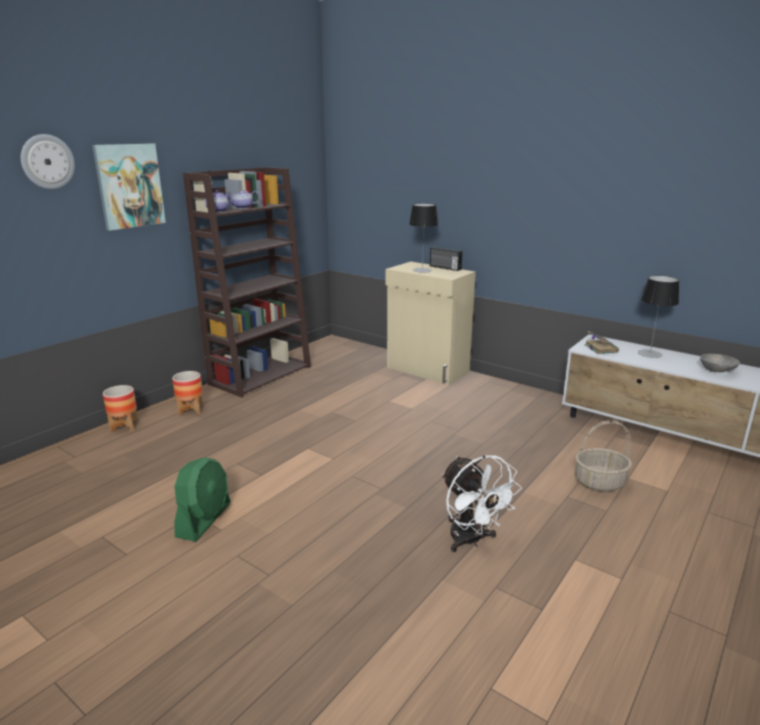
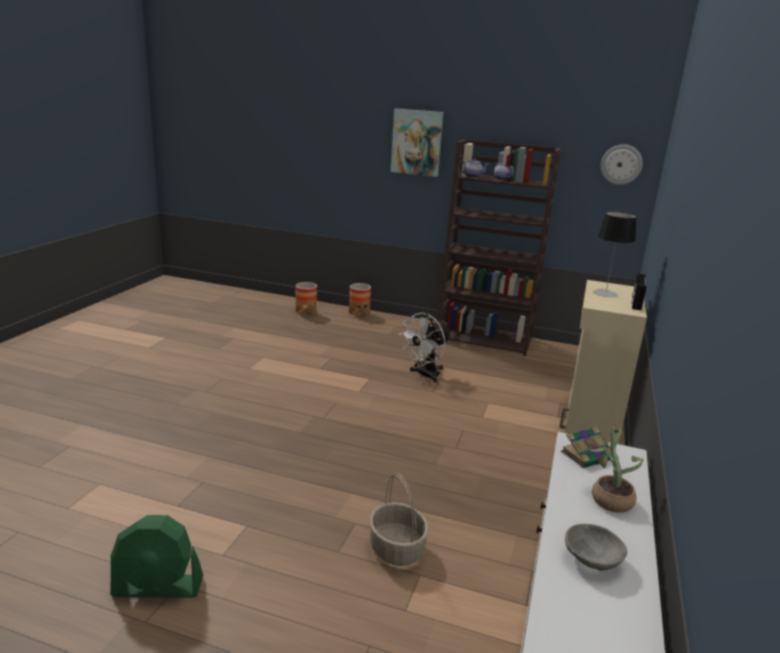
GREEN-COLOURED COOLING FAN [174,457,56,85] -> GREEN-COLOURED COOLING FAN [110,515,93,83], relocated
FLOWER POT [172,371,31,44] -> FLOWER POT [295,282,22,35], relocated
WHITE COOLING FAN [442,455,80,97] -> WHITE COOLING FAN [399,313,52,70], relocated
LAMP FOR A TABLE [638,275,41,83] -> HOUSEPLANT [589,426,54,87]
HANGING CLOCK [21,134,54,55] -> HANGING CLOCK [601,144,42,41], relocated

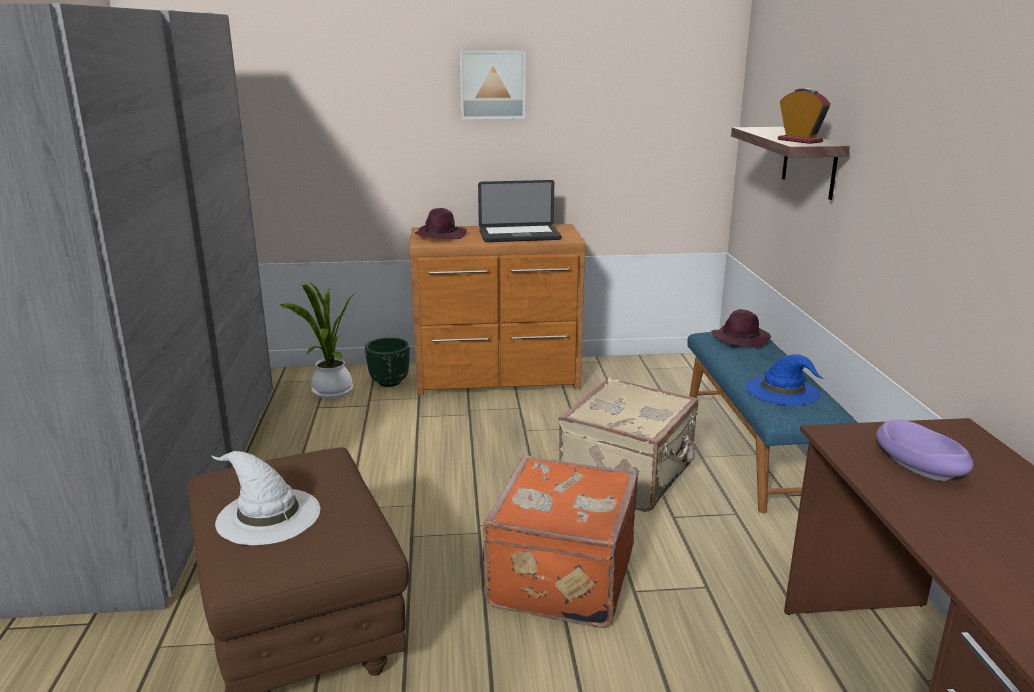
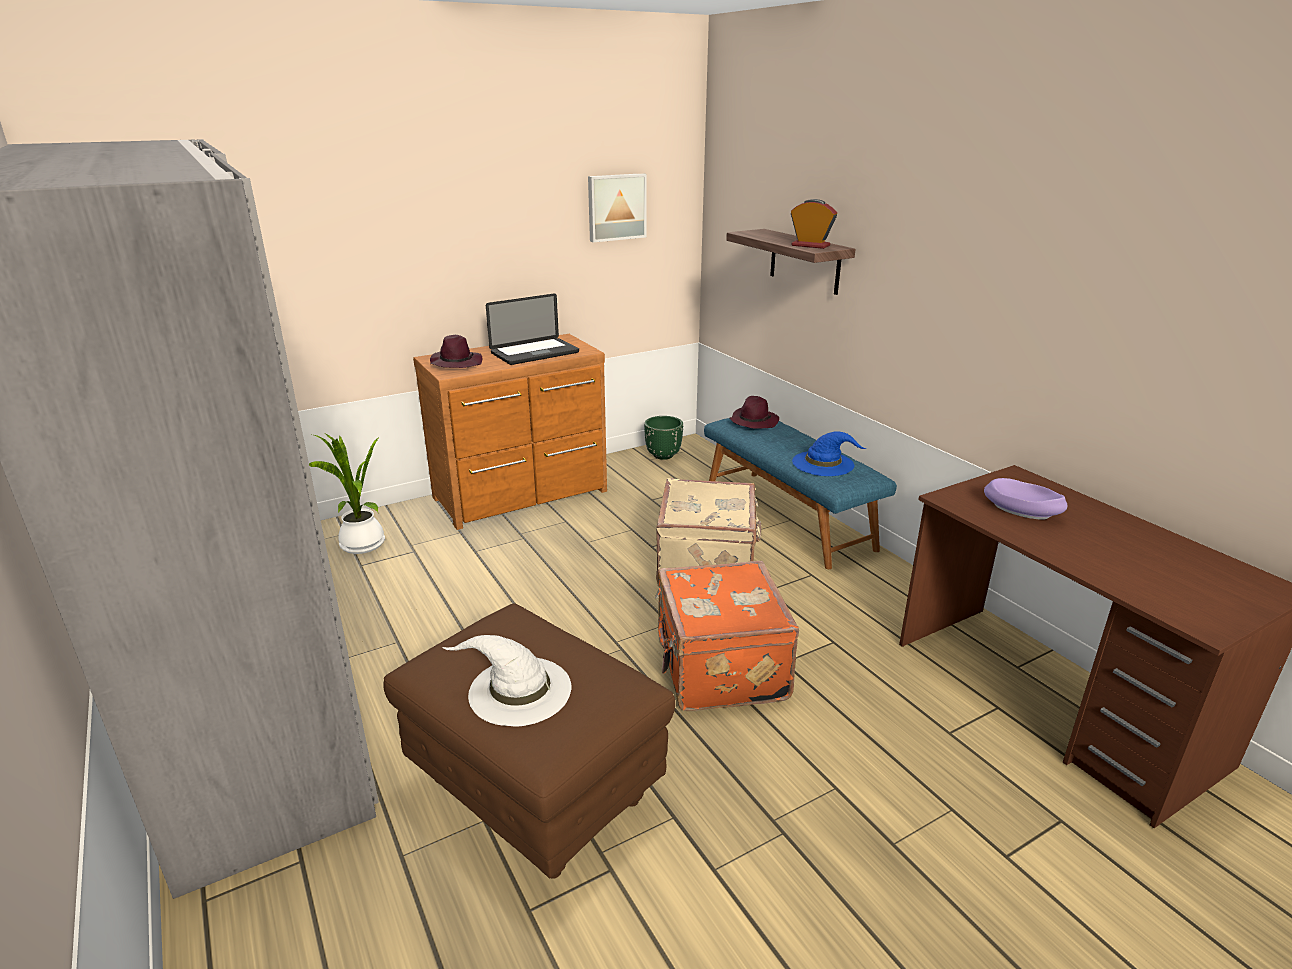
WALL ART [459,51,67,68] -> WALL ART [588,173,59,69], relocated
GREEN-COLOURED FLOWER POT [365,338,45,49] -> GREEN-COLOURED FLOWER POT [644,416,39,44], relocated

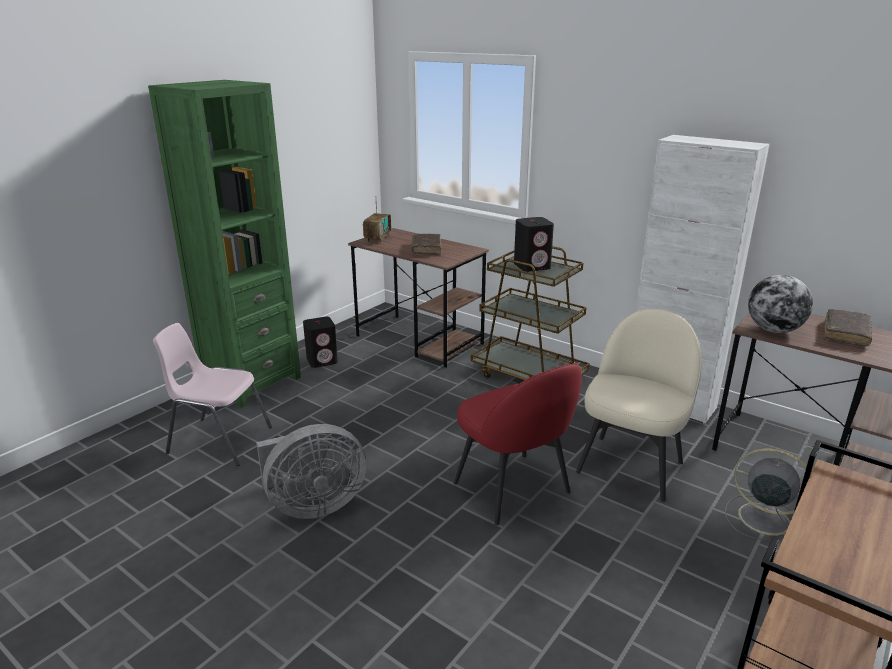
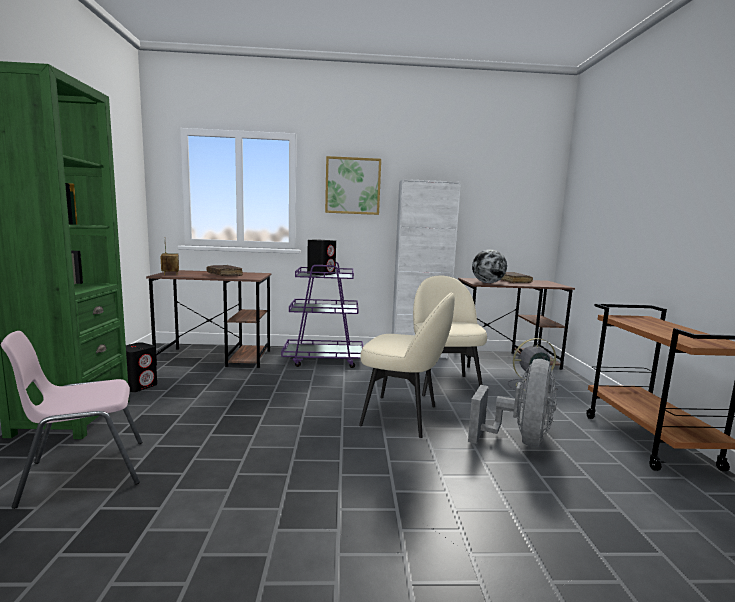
BROWNISH WHEELED CART [471,246,119,134] -> PURPLE-COLOURED WHEELED CART [281,262,82,106]
none -> WALL ART [325,156,56,59]
RED-COLOURED CHAIR [454,363,128,162] -> SAND-COLOURED CHAIR [359,292,96,146]
GRAY COOLING FAN [256,424,110,95] -> GRAY COOLING FAN [468,359,89,88], relocated

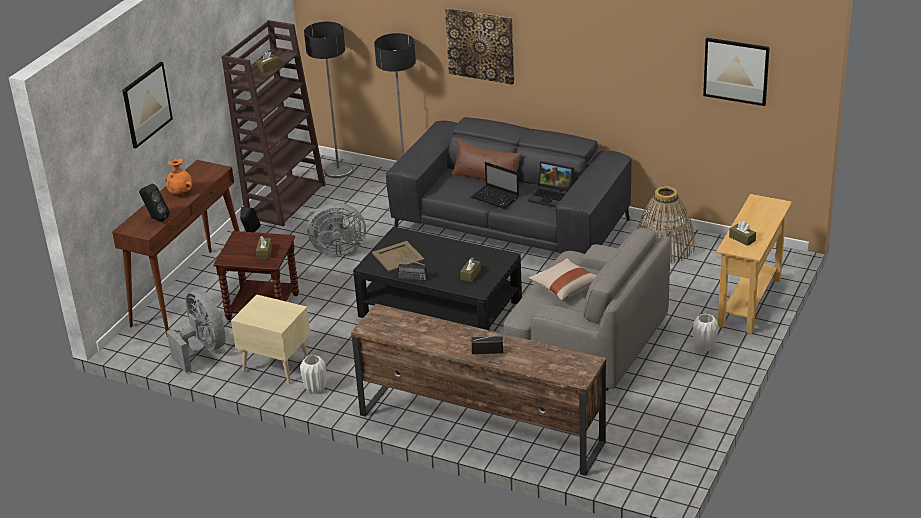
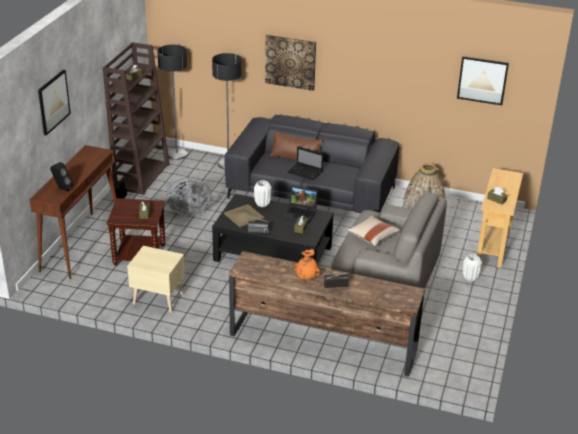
WHITE VASE [300,355,26,39] -> WHITE VASE [254,180,18,27], relocated
LAPTOP [528,161,46,46] -> LAPTOP [283,186,35,37], relocated
ORANGE VASE [165,159,27,35] -> ORANGE VASE [294,249,26,31], relocated
GRAY COOLING FAN [167,289,59,84] -> none

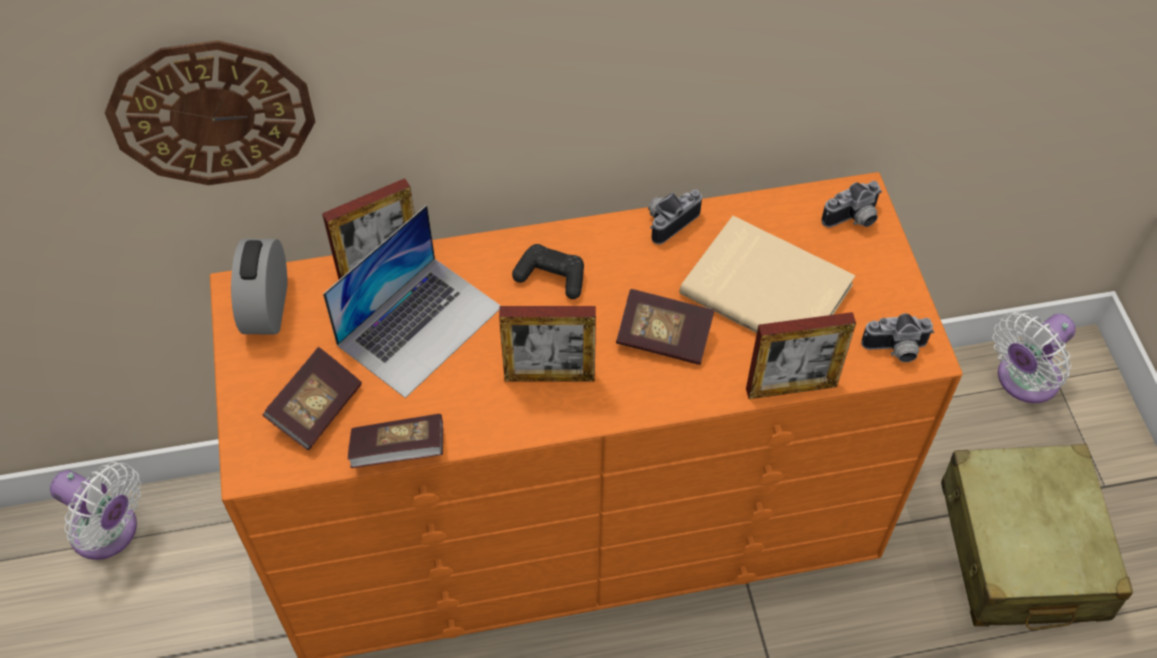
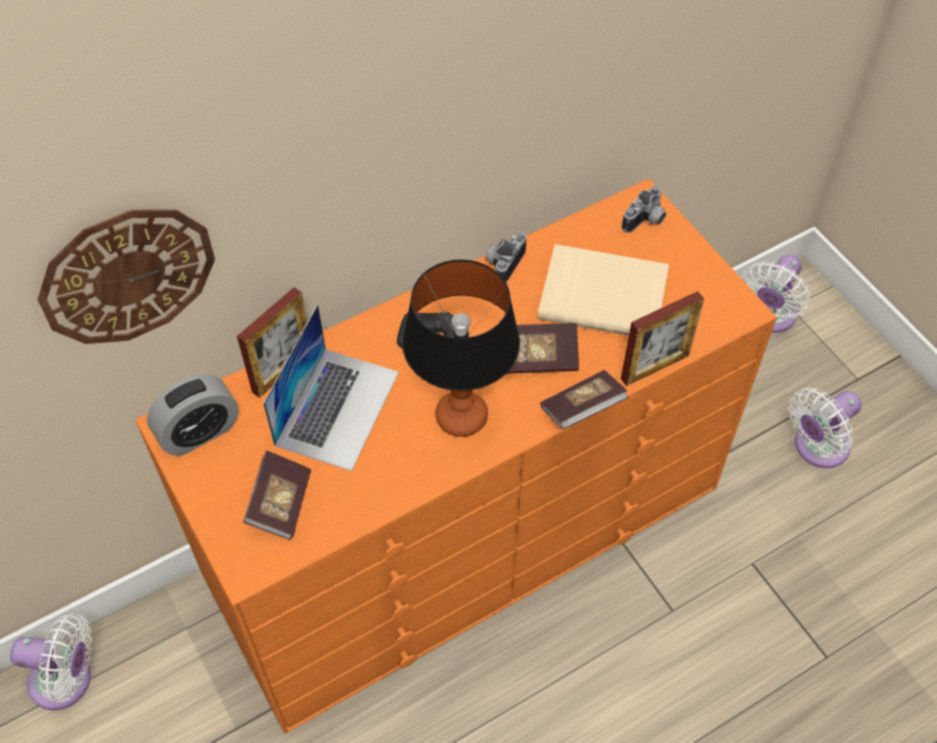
TABLE CLOCK [231,238,57,97] -> TABLE CLOCK [147,375,92,81], 105 degrees counterclockwise
STANDING FRAME [499,306,97,75] -> LAMP FOR A TABLE [402,259,118,178]
VOLUME [348,414,95,54] -> VOLUME [540,370,89,59], relocated
SAND-COLOURED SUITCASE [941,444,192,186] -> WHITE COOLING FAN [789,388,73,80]
STILL CAMERA [861,313,73,49] -> none

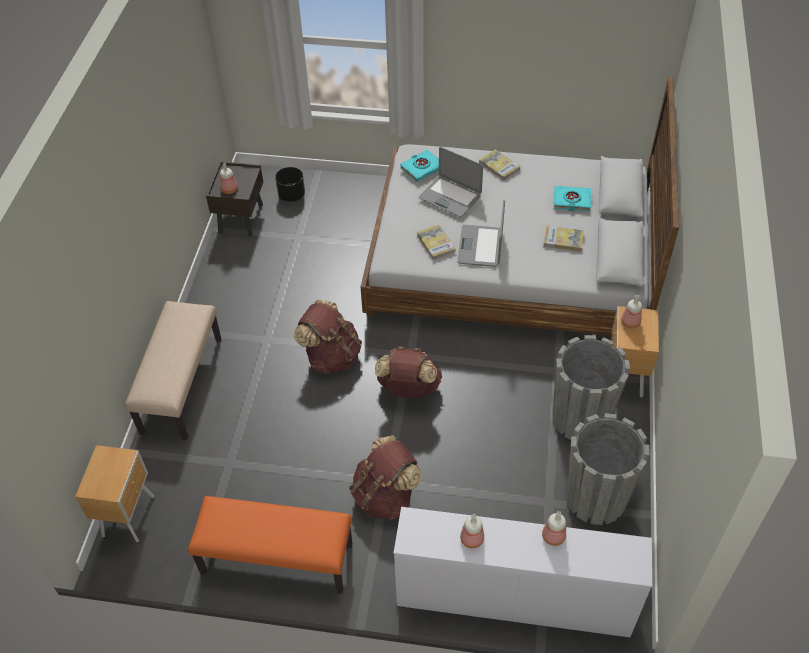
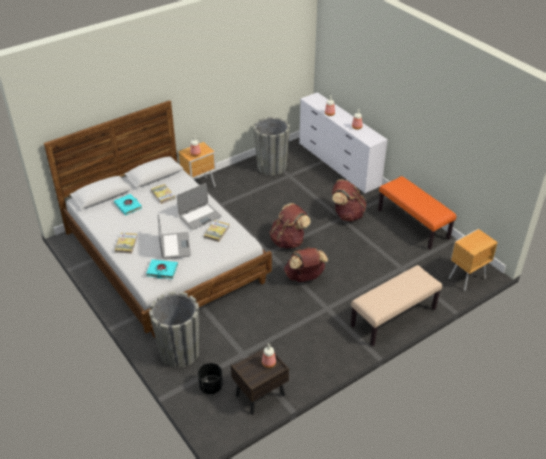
GRAY FLOWER POT [553,335,77,105] -> GRAY FLOWER POT [149,291,50,77], relocated

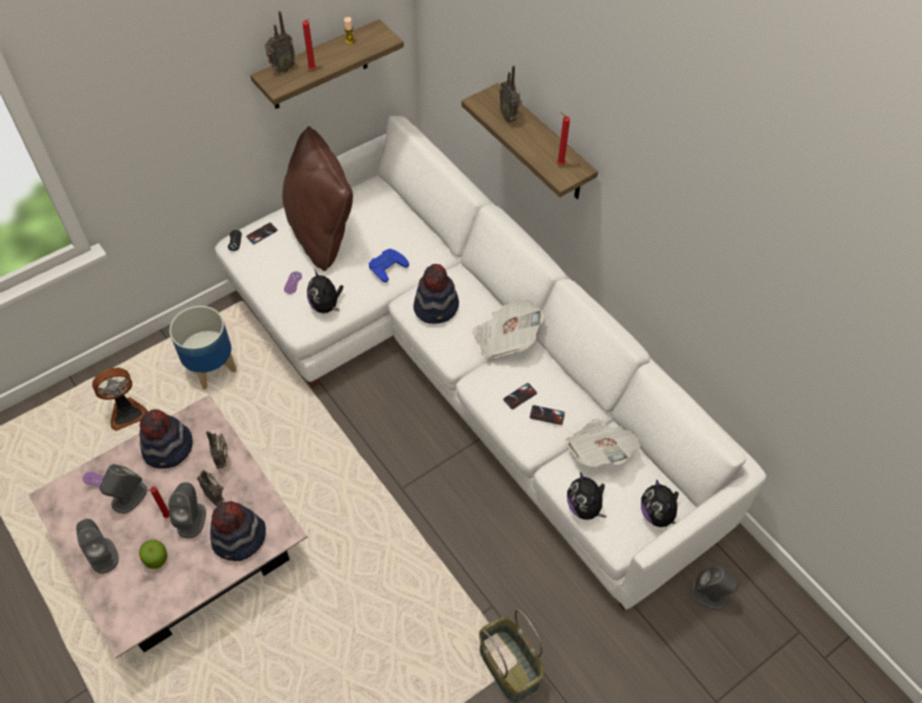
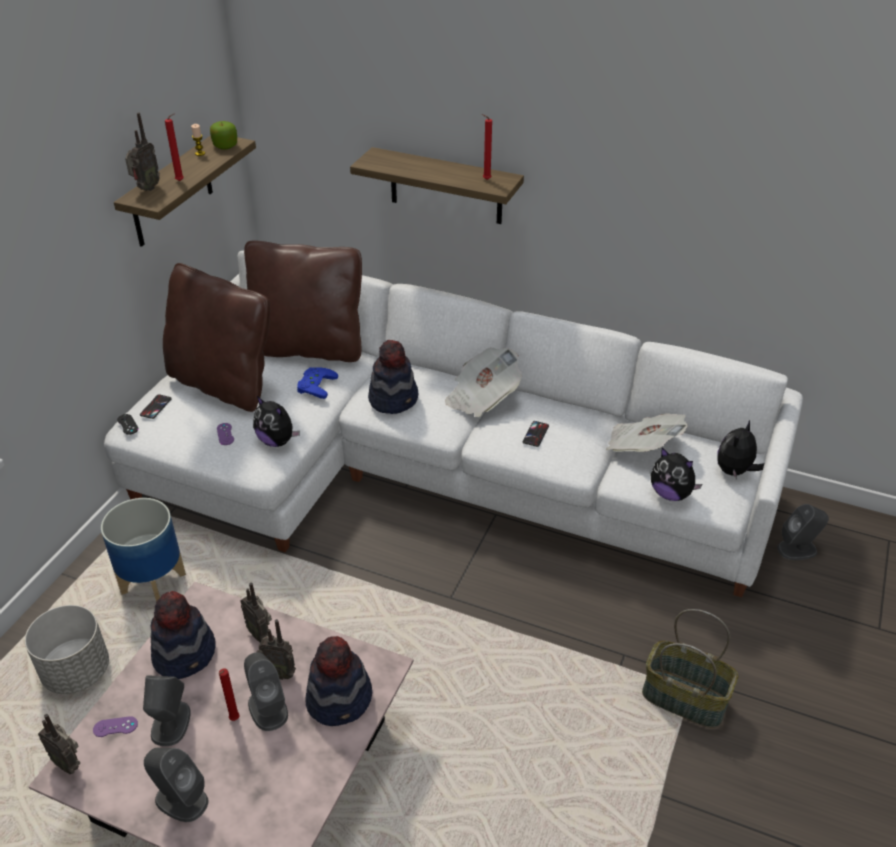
COOLING FAN [92,368,56,63] -> GRAY FLOWER POT [25,605,84,89]
RADIO [500,65,22,58] -> RADIO [38,714,42,60], relocated
WHOLE APPLE [139,540,28,29] -> WHOLE APPLE [210,121,27,29], relocated
none -> BROWNISH THROW PILLOW [244,240,118,122]
PLUSH TOY [641,479,38,48] -> PLUSH TOY [717,420,47,58], 90 degrees clockwise
HANDSET [530,405,35,20] -> none

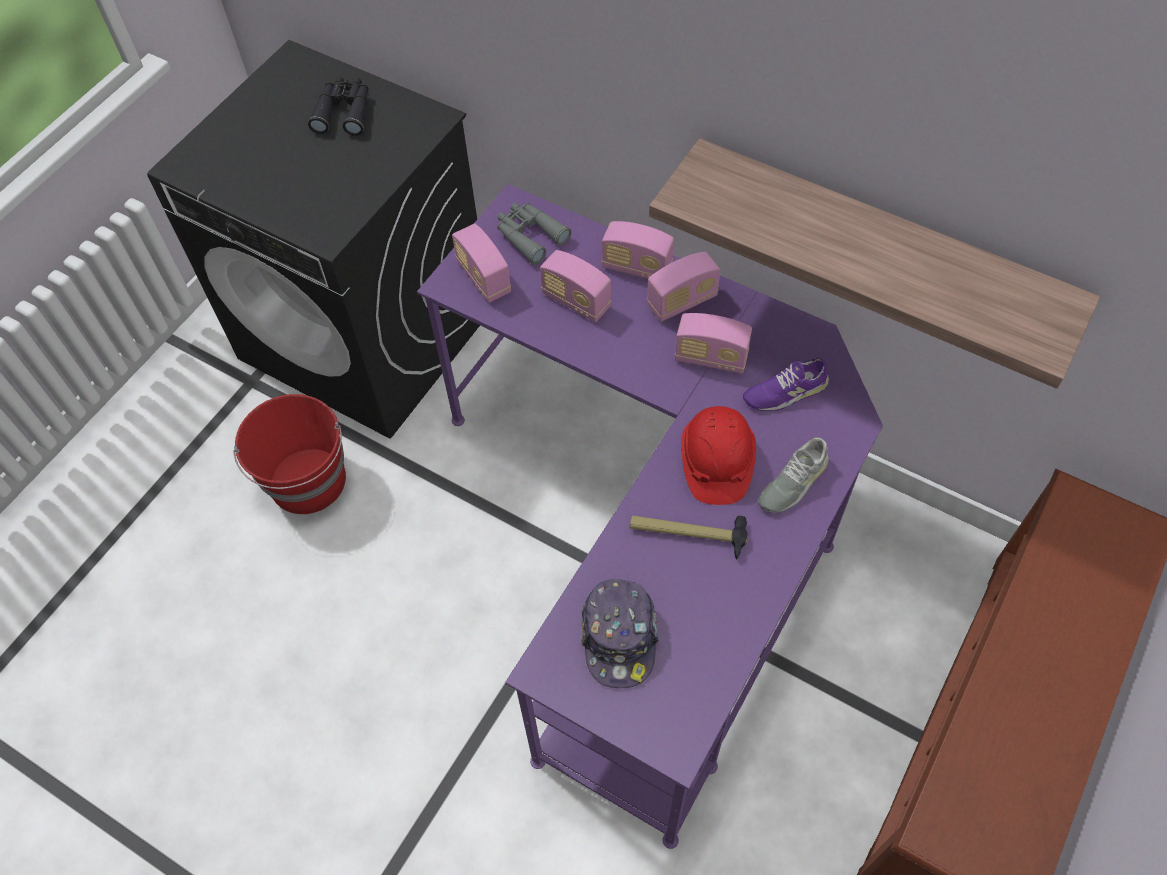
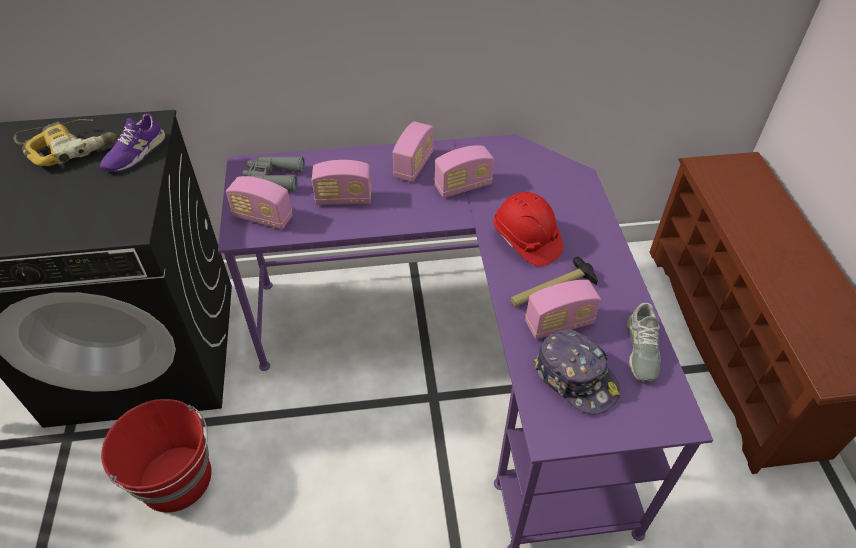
BLACKISH FIELD GLASSES [308,77,61,59] -> ELECTRIC DRILL [13,119,105,47]
PURPLE-COLOURED LOW SHOE [743,357,86,54] -> PURPLE-COLOURED LOW SHOE [100,114,66,58], relocated
RADIO [602,221,72,58] -> RADIO [525,280,76,59], relocated
GRAY LOW SHOE [758,437,71,76] -> GRAY LOW SHOE [627,302,33,80], relocated
SHELF [649,138,451,251] -> none

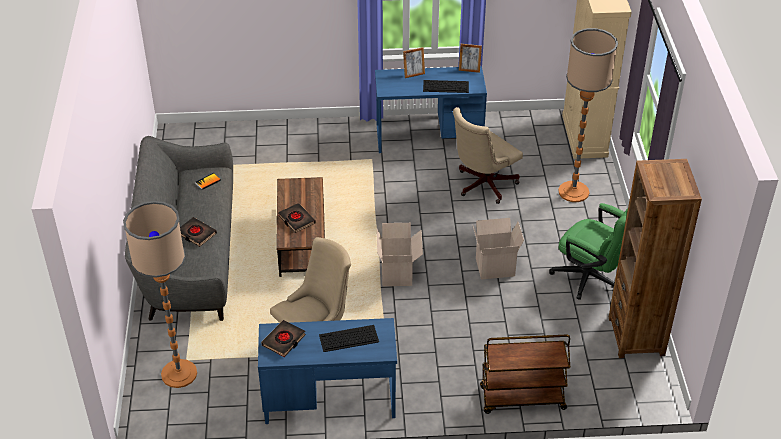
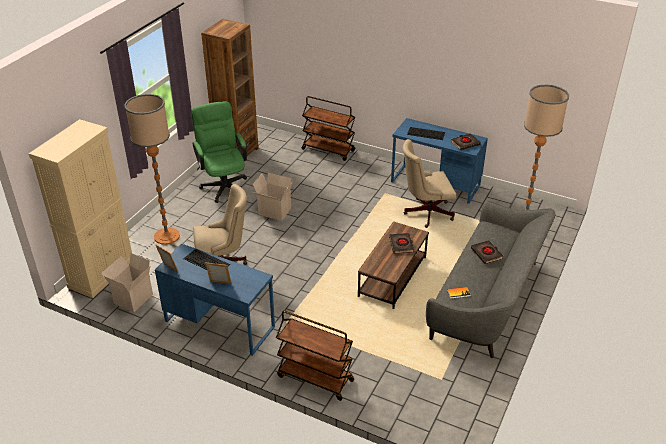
PACKING BOX [377,223,46,63] -> PACKING BOX [101,253,52,59], relocated
none -> BROWNISH WHEELED CART [276,311,78,90]

